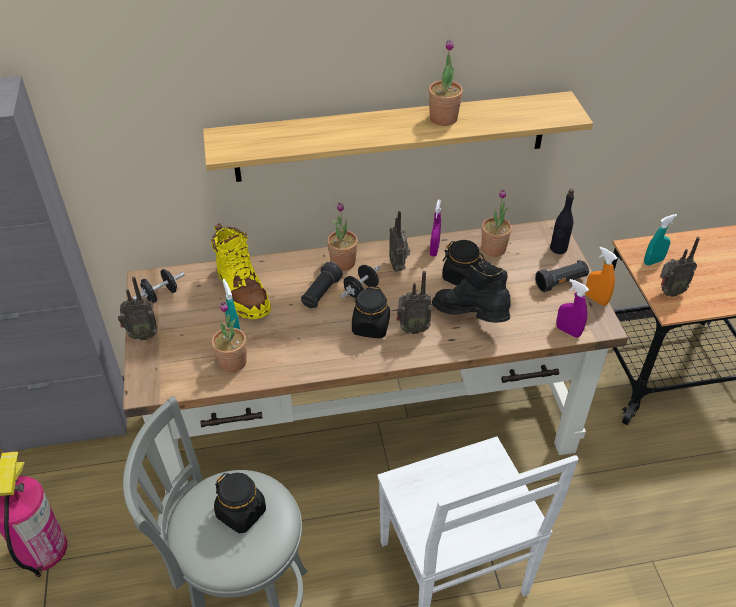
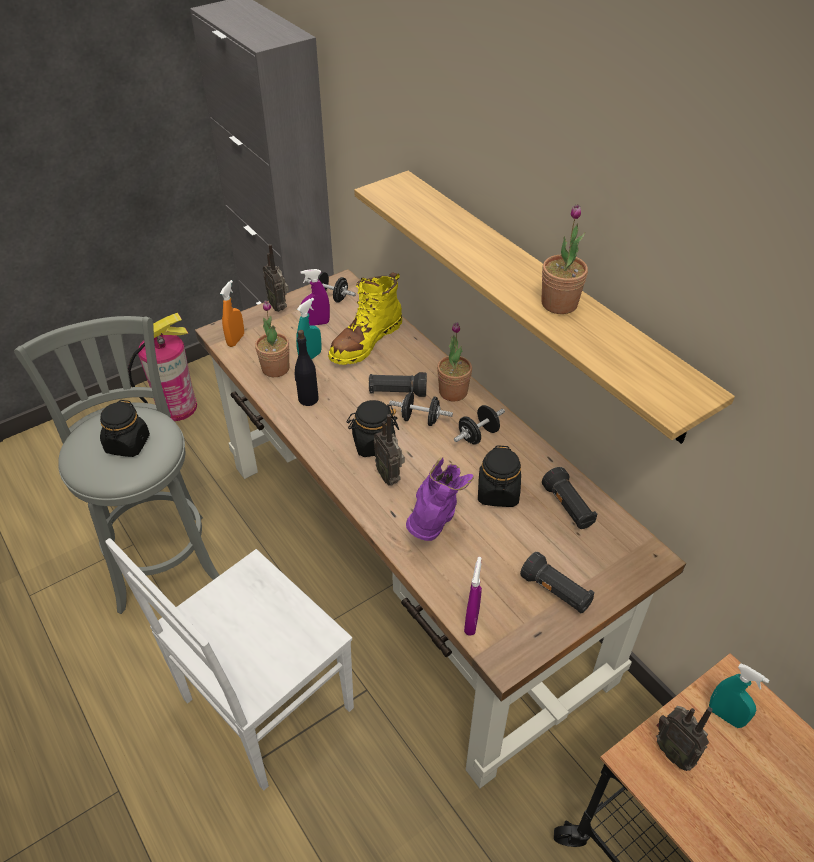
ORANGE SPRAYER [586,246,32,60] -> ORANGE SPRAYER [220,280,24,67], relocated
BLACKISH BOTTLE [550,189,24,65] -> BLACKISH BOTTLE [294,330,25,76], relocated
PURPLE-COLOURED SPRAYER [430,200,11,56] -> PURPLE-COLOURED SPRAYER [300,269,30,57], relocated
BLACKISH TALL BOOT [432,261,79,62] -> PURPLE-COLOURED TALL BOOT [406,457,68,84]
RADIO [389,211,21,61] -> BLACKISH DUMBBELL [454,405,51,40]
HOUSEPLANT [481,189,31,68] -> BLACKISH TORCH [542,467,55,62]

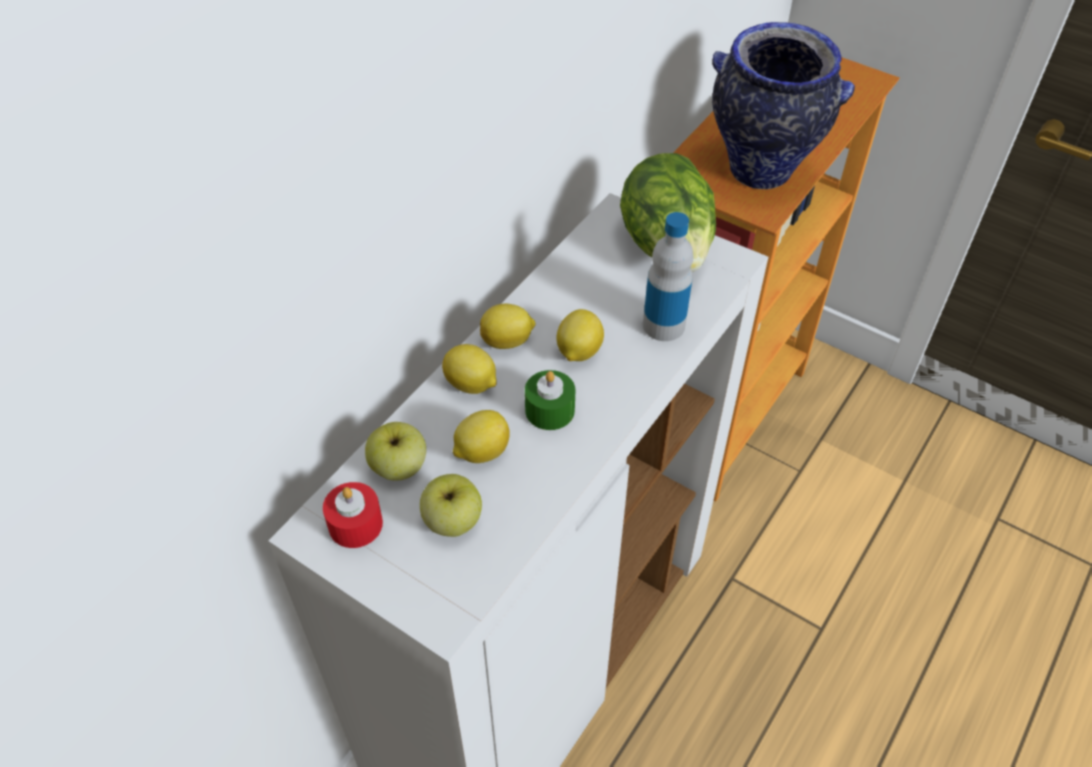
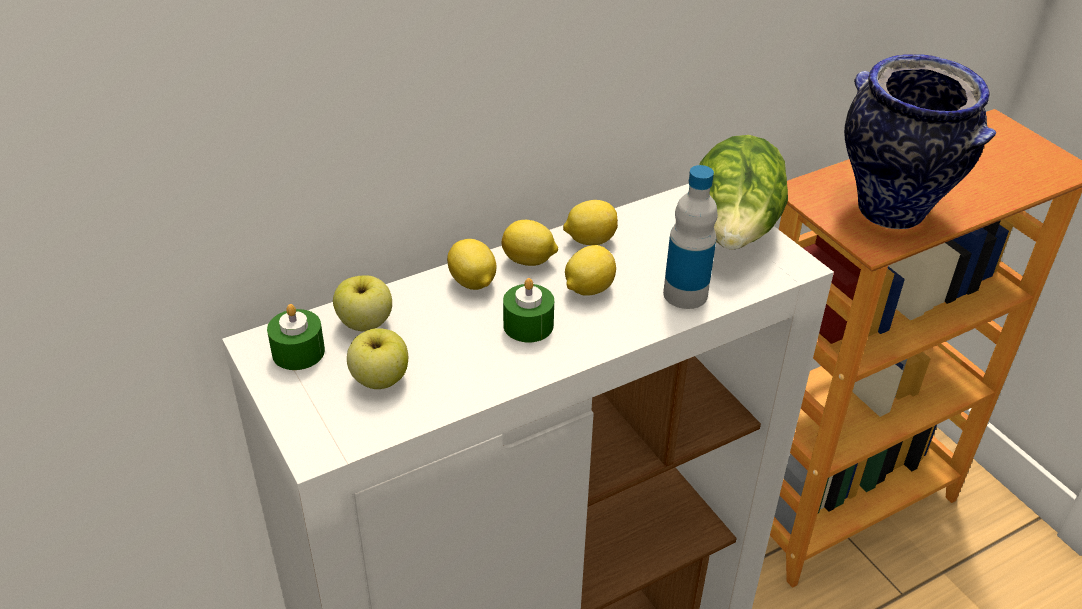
RED-COLOURED WAX LIGHT [323,482,60,66] -> GREEN-COLOURED WAX LIGHT [267,304,58,66]
LEMON [453,410,57,53] -> LEMON [563,200,55,45], relocated

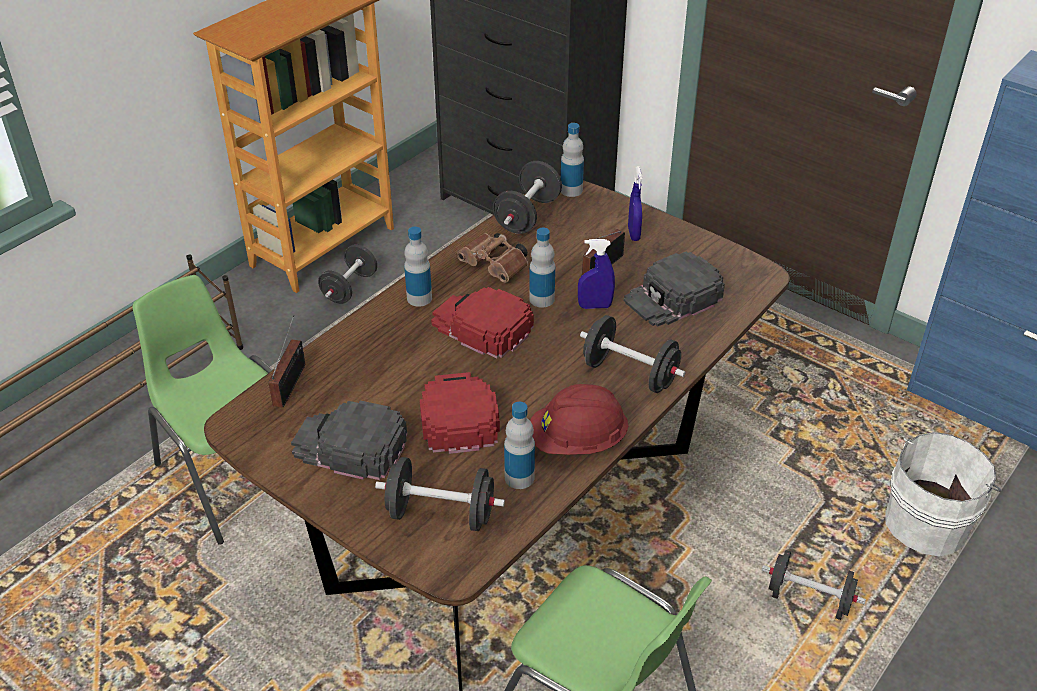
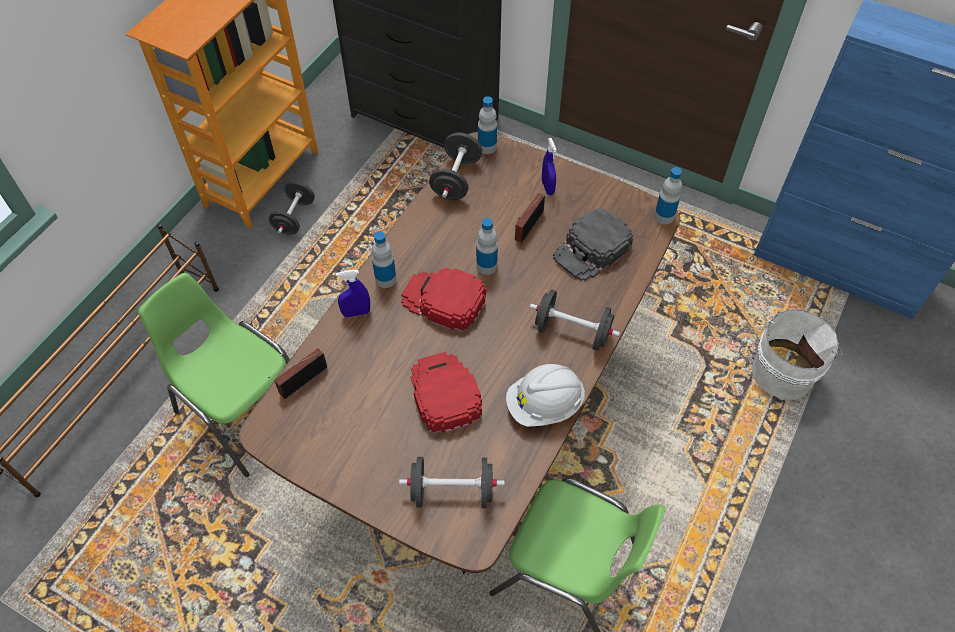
RADIO [268,315,37,93] -> RADIO [268,348,59,51], 135 degrees counterclockwise
BLUE SPRAYER [578,239,37,70] -> BLUE SPRAYER [336,270,34,47], relocated
RED-COLOURED HARD HAT [530,384,98,71] -> WHITE HARD HAT [506,364,79,63]
BOTTLE [504,402,31,87] -> BOTTLE [654,167,28,58], relocated
BLACKISH BASEBALL CAP [291,401,116,79] -> none
BROWNISH FIELD GLASSES [457,233,71,50] -> none
BLACKISH DUMBBELL [761,550,105,70] -> none

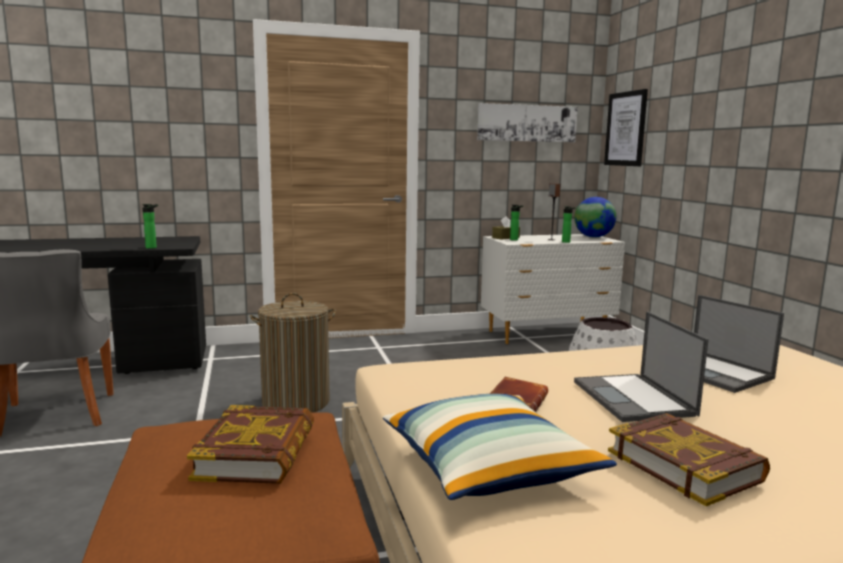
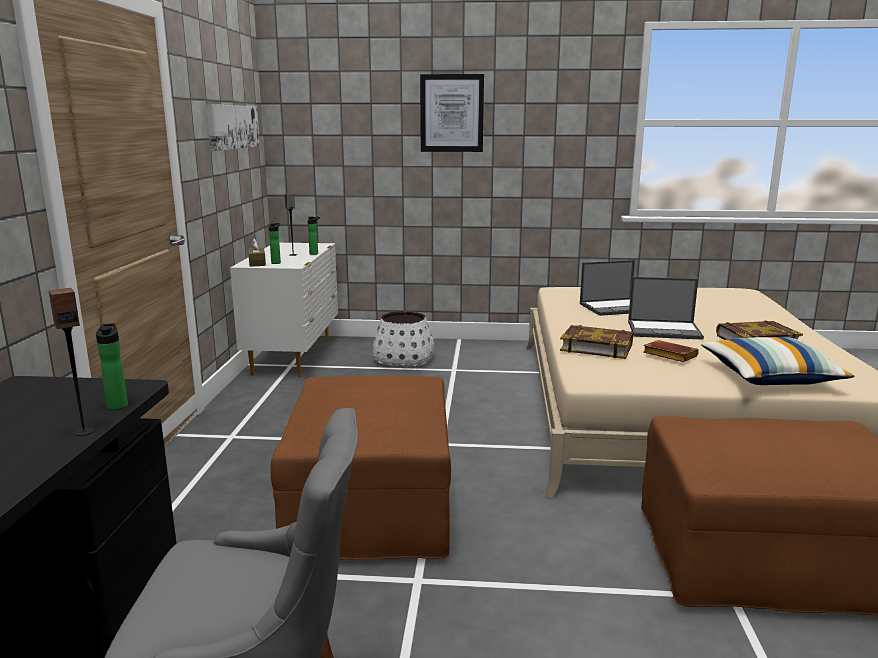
none -> LOUDSPEAKER [49,288,45,148]
LAUNDRY BASKET [250,293,86,120] -> BROWNISH FOOTREST [270,376,181,184]
WALL ART [604,89,44,77] -> WALL ART [420,74,64,78], relocated
VOLUME [187,405,127,79] -> VOLUME [560,325,73,34], relocated
DESK GLOBE [574,197,42,41] -> none

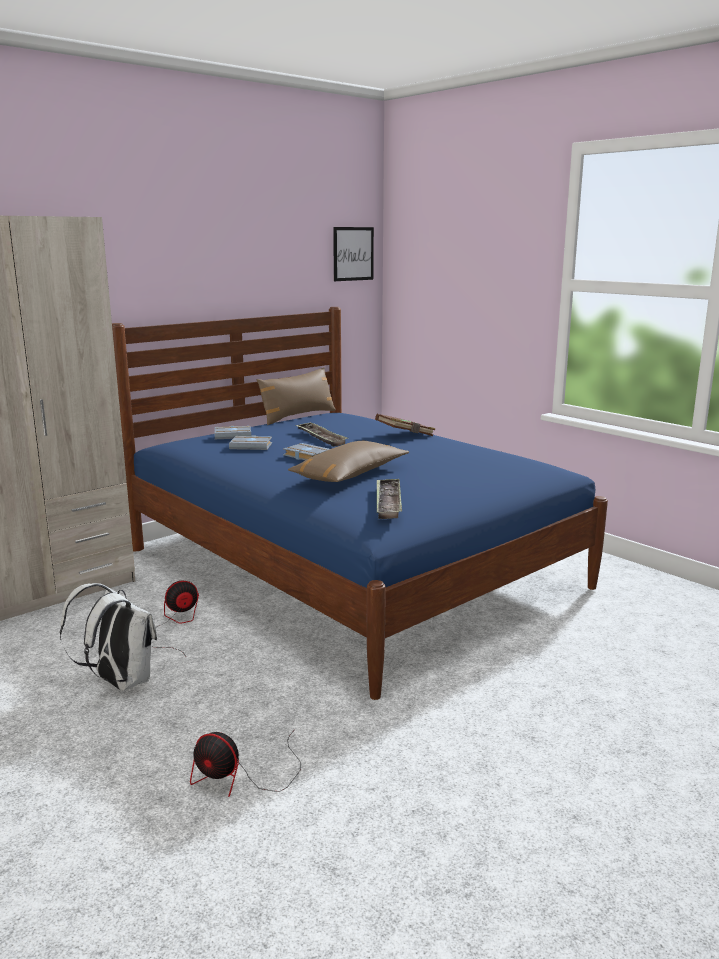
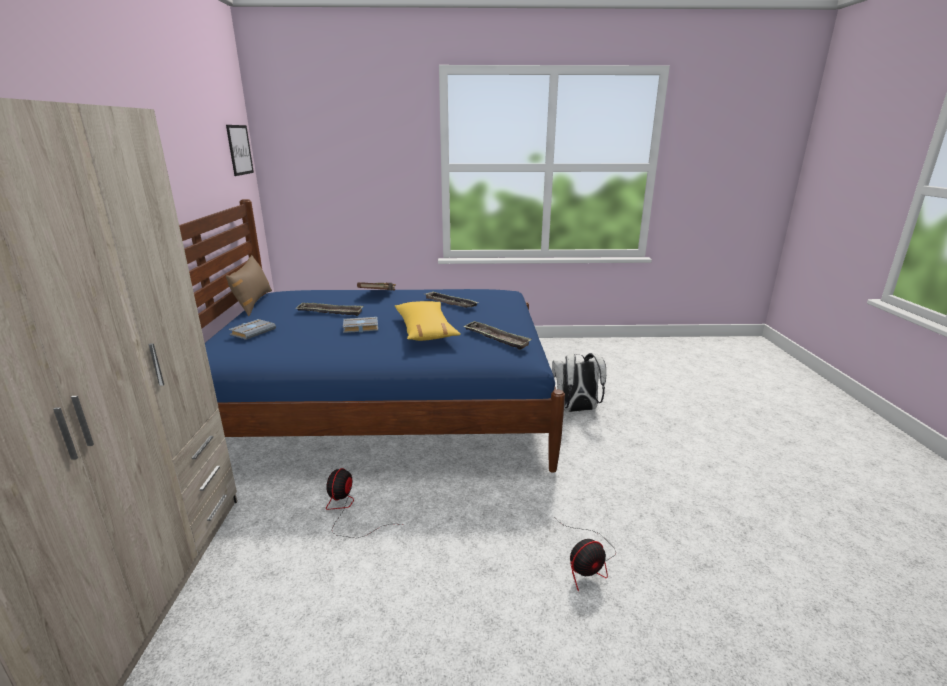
BROWNISH THROW PILLOW [288,440,121,42] -> YELLOW THROW PILLOW [395,301,66,40]
none -> CARRYING TRAY [425,291,53,17]
WHITE KNAPSACK [60,583,97,108] -> WHITE KNAPSACK [552,353,54,59], relocated
GRAY VOLUME [229,435,43,15] -> none

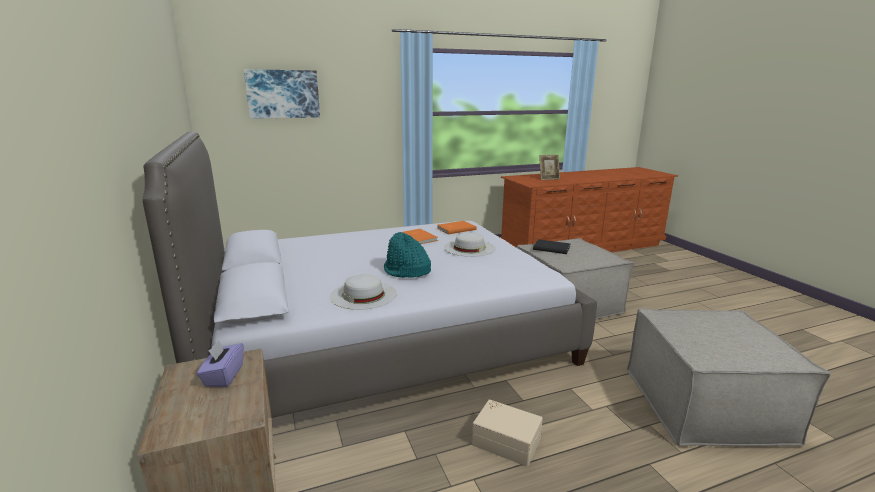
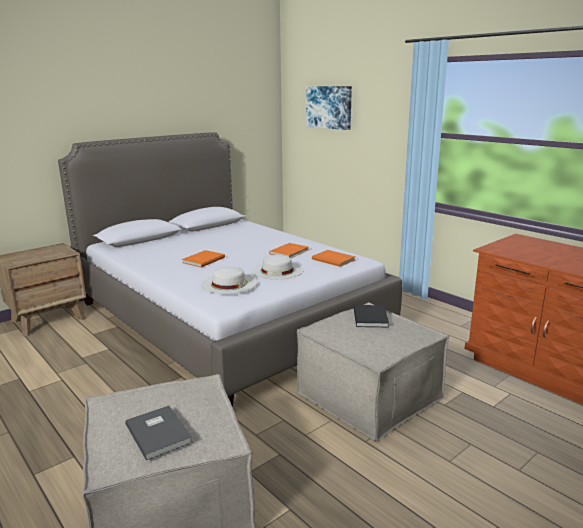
none -> GRAY VOLUME [125,406,67,54]
BLUE-GREEN WEARABLE HAT [384,232,47,46] -> ORANGE VOLUME [182,250,43,17]
WHITE WEARABLE HAT [330,274,67,36] -> WHITE WEARABLE HAT [201,267,56,27], relocated
PURPLE-COLOURED TISSUE HOLDER [197,340,47,47] -> none
SAND-COLOURED STORAGE BOX [472,399,71,68] -> none
STANDING FRAME [539,155,21,25] -> none

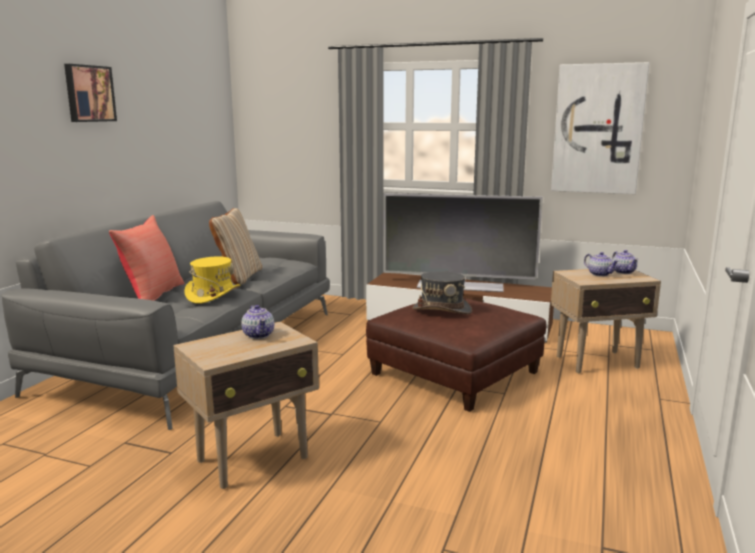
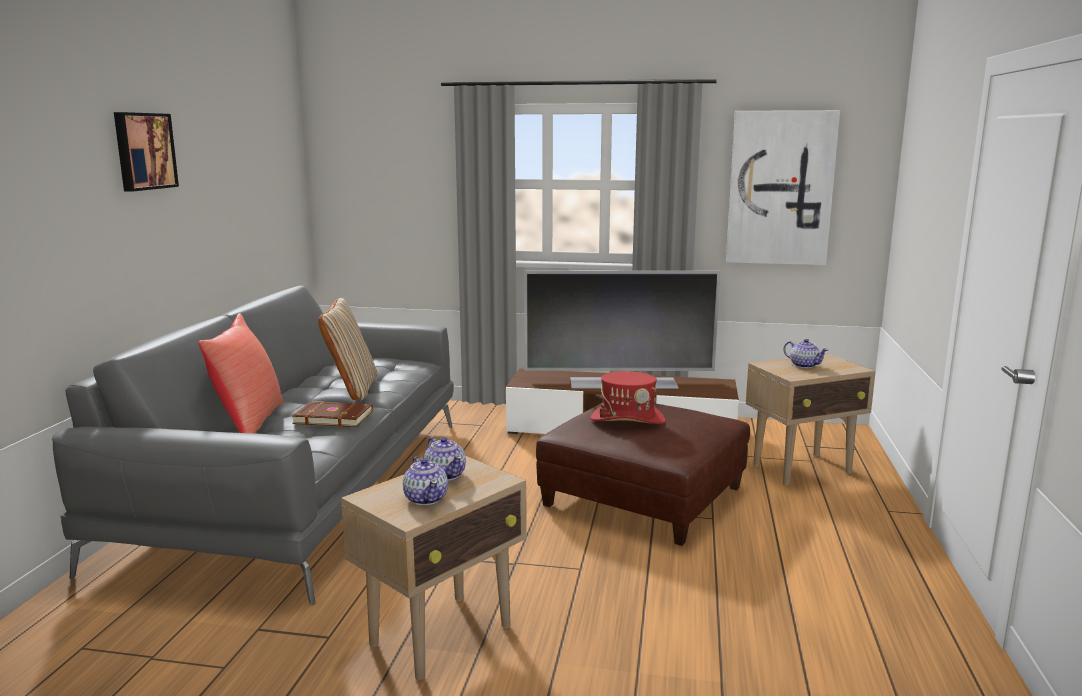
YELLOW WEARABLE HAT [184,256,56,48] -> BROWNISH VOLUME [292,401,81,26]
TEA POT [612,250,26,24] -> TEA POT [403,457,45,48], relocated
GRAY WEARABLE HAT [412,271,60,43] -> RED-COLOURED WEARABLE HAT [590,371,75,53]

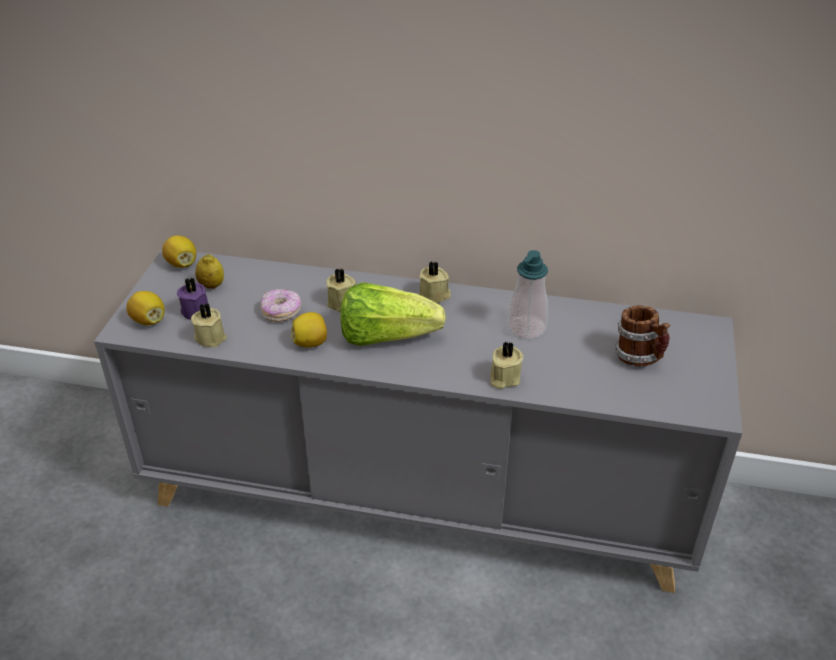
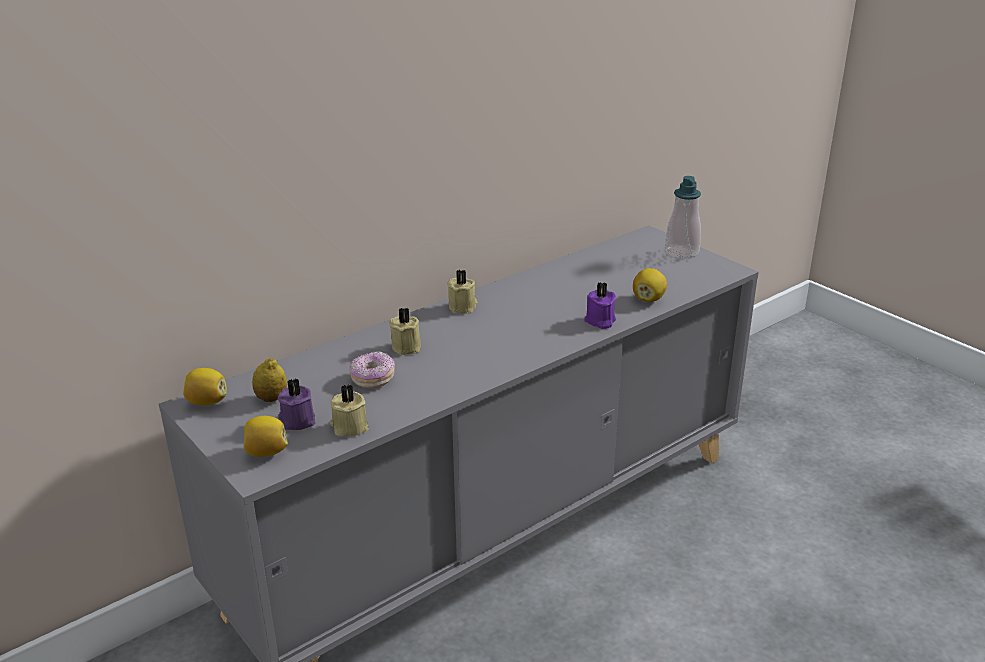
SAND-COLOURED WAX LIGHT [490,341,34,48] -> PURPLE-COLOURED WAX LIGHT [584,282,32,47]
LEMON [291,312,36,36] -> LEMON [633,268,34,34], relocated
LIQUID SOAP BOTTLE [508,250,40,90] -> LIQUID SOAP BOTTLE [665,176,36,83], relocated
HEAD OF LETTUCE [341,282,105,64] -> none
COFFEE MUG [615,305,55,61] -> none

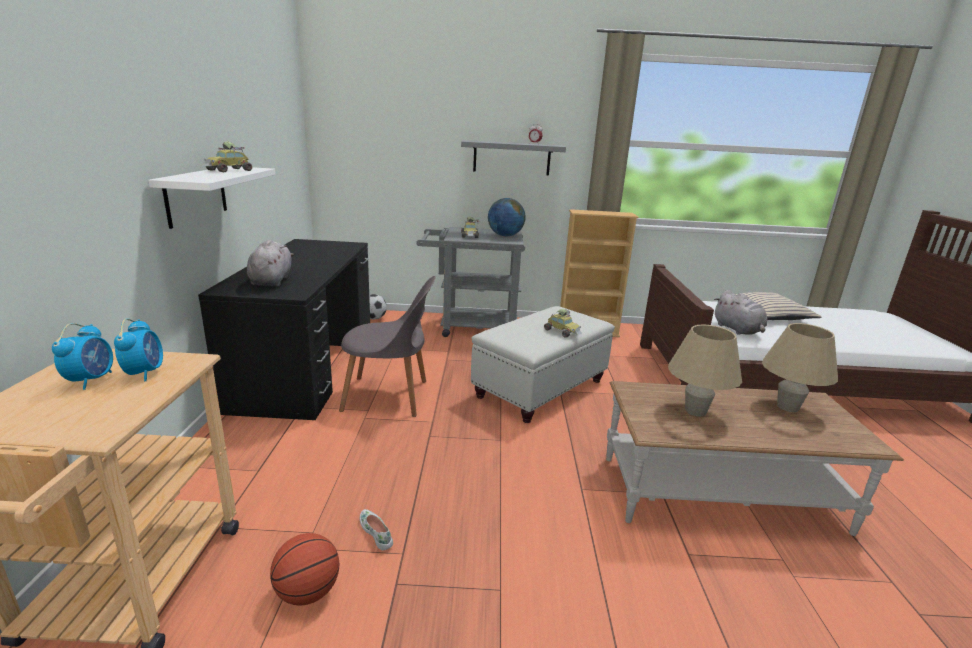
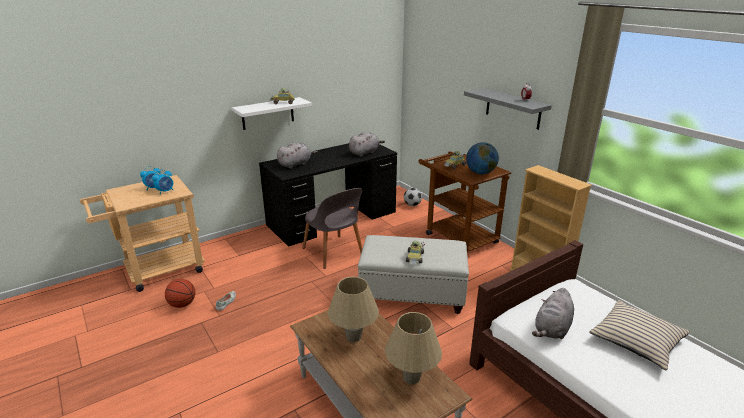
none -> GRAY PLUSH TOY [349,132,36,25]
GRAY WHEELED CART [416,227,109,110] -> BROWNISH WHEELED CART [419,151,92,101]

